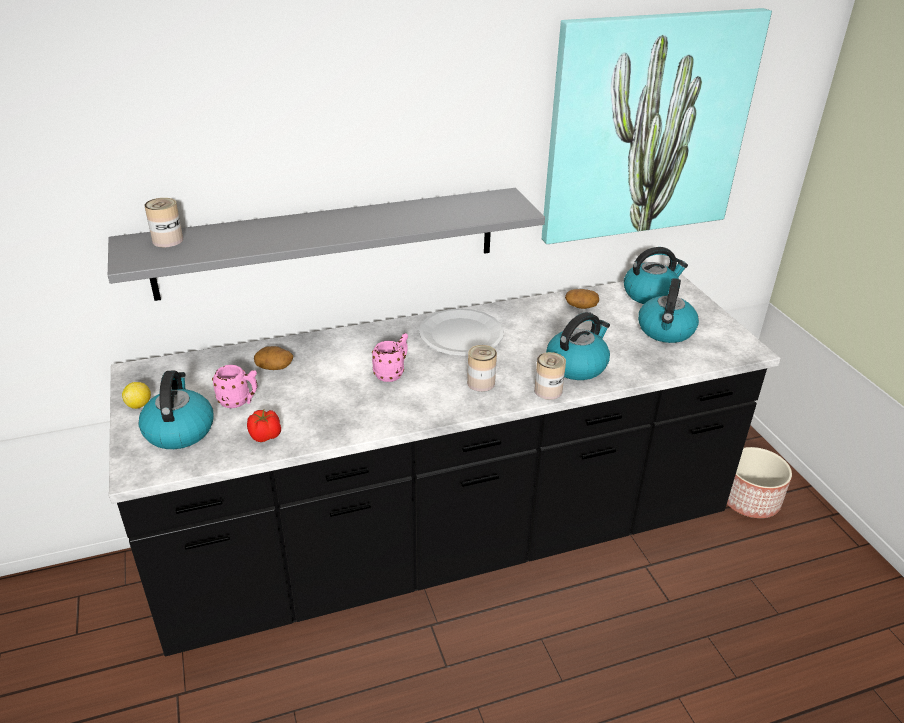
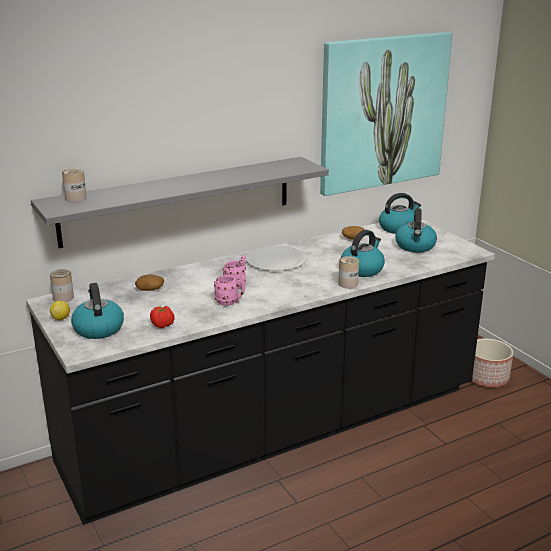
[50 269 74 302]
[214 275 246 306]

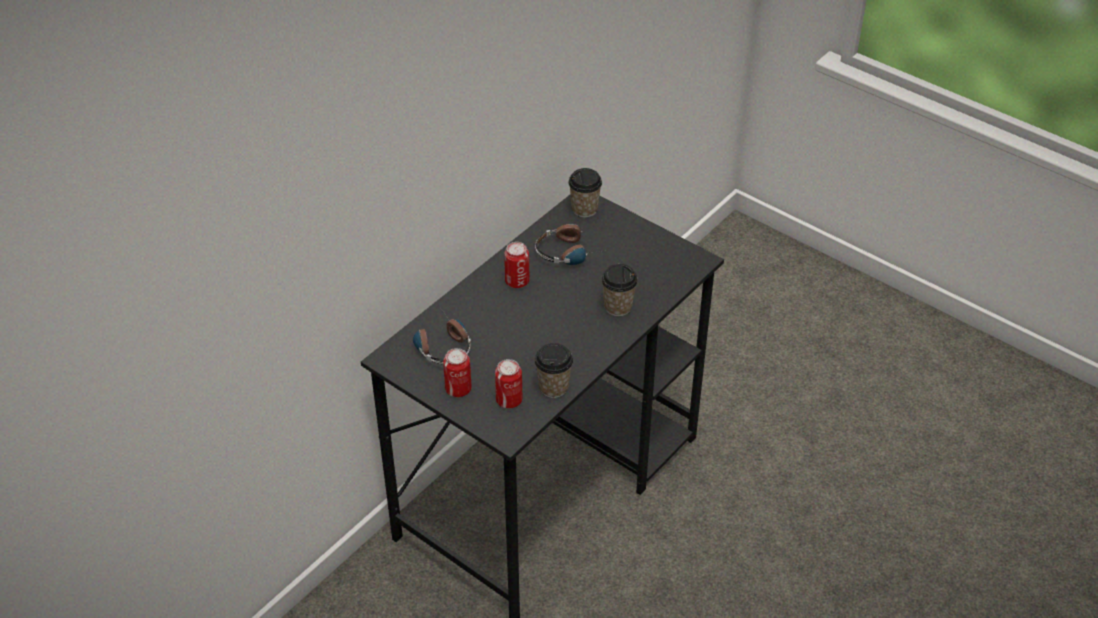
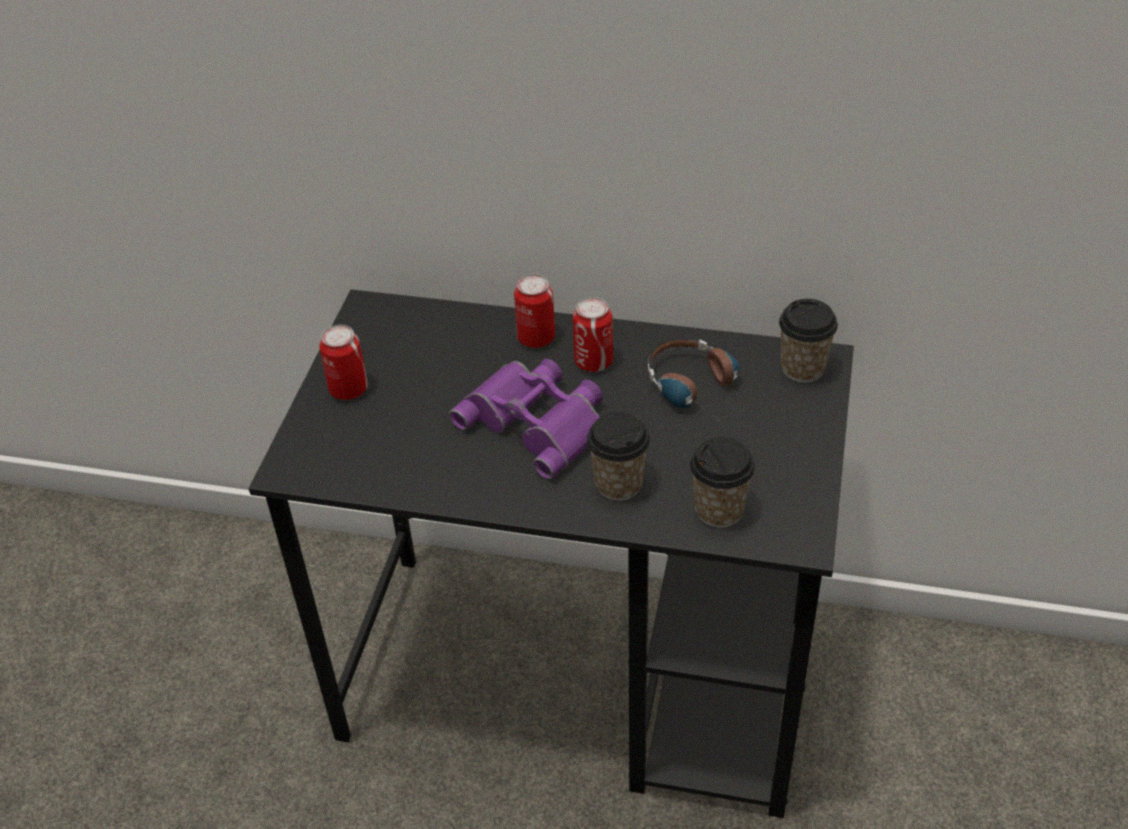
[449 359 603 479]
[514 274 555 348]
[690 437 755 528]
[413 309 471 365] (first image)

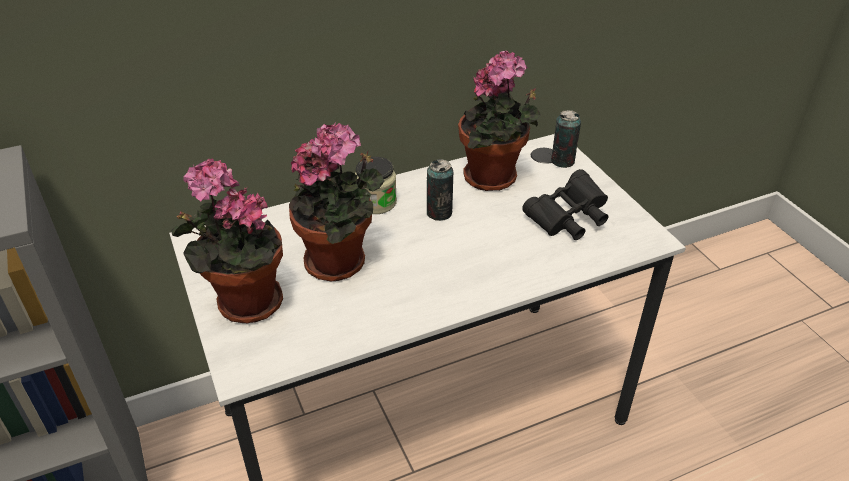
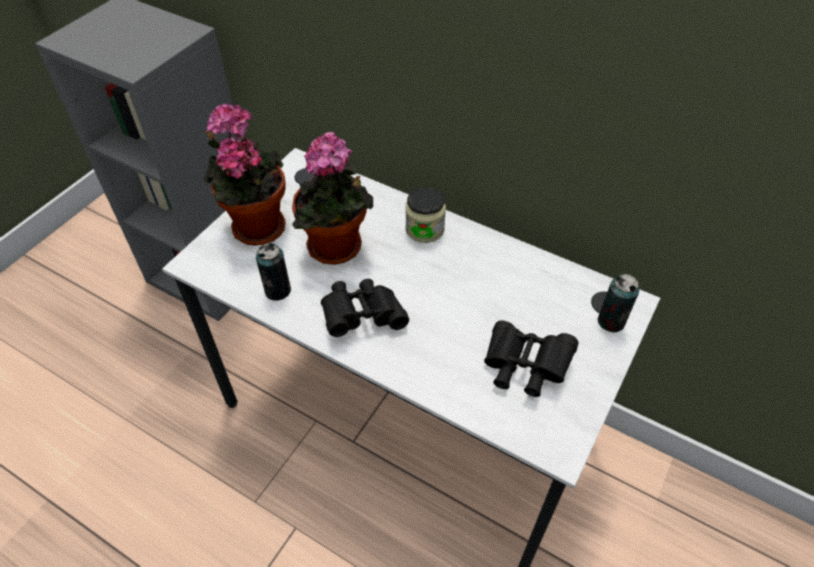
[256 243 291 301]
[321 279 409 337]
[458 51 540 191] (first image)

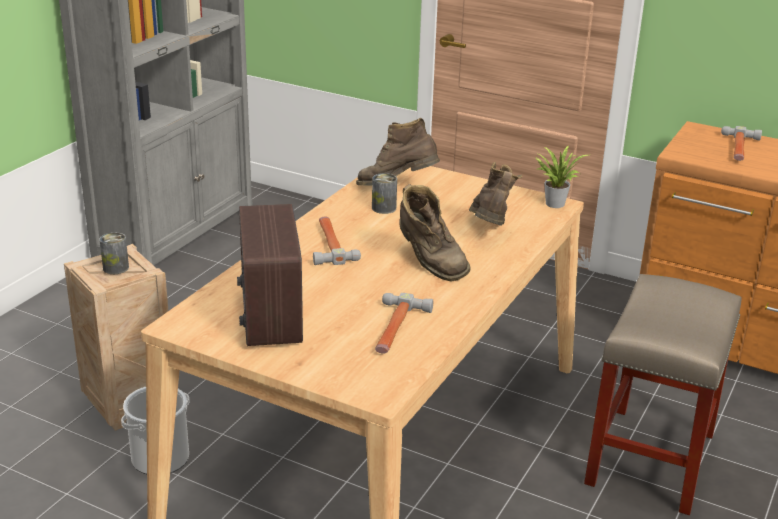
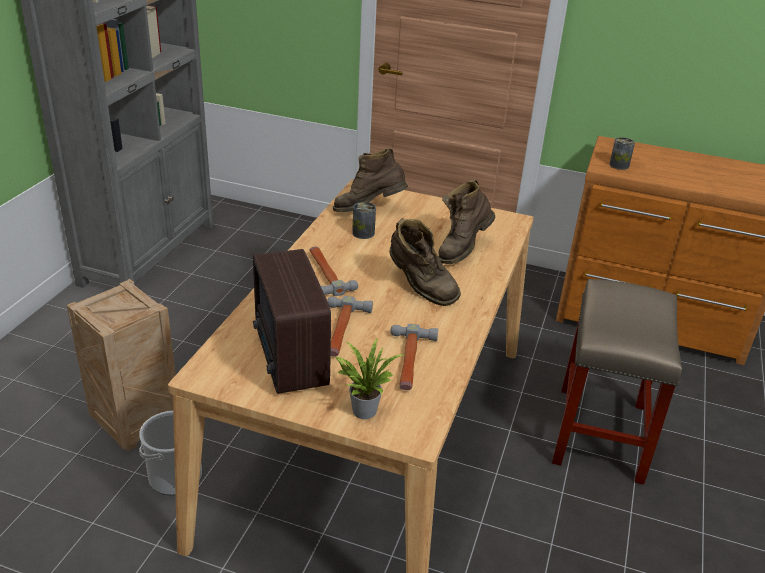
[327 296 373 357]
[335 338 406 419]
[438 180 495 264]
[609 137 635 170]

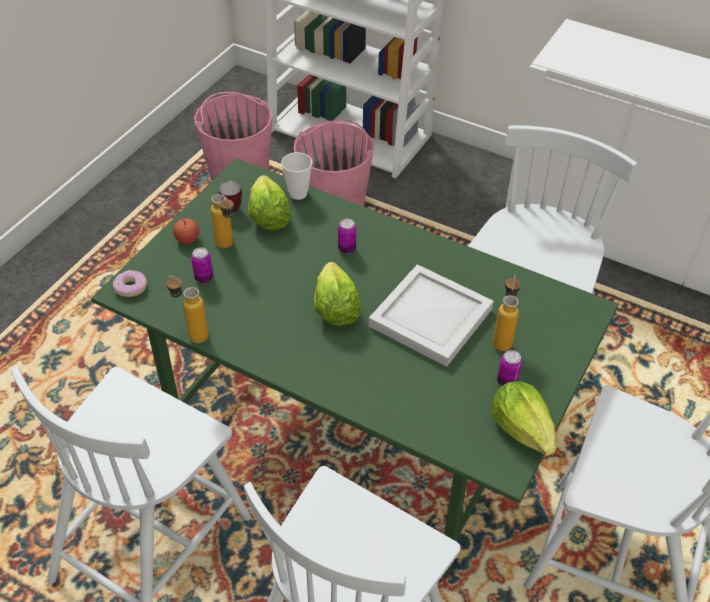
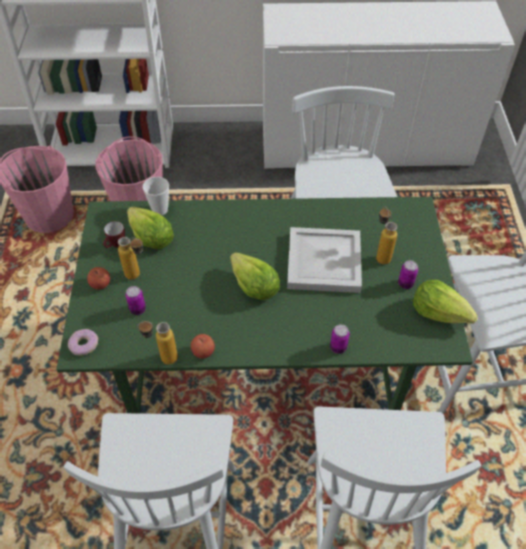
[191 334 215 358]
[330 324 350 354]

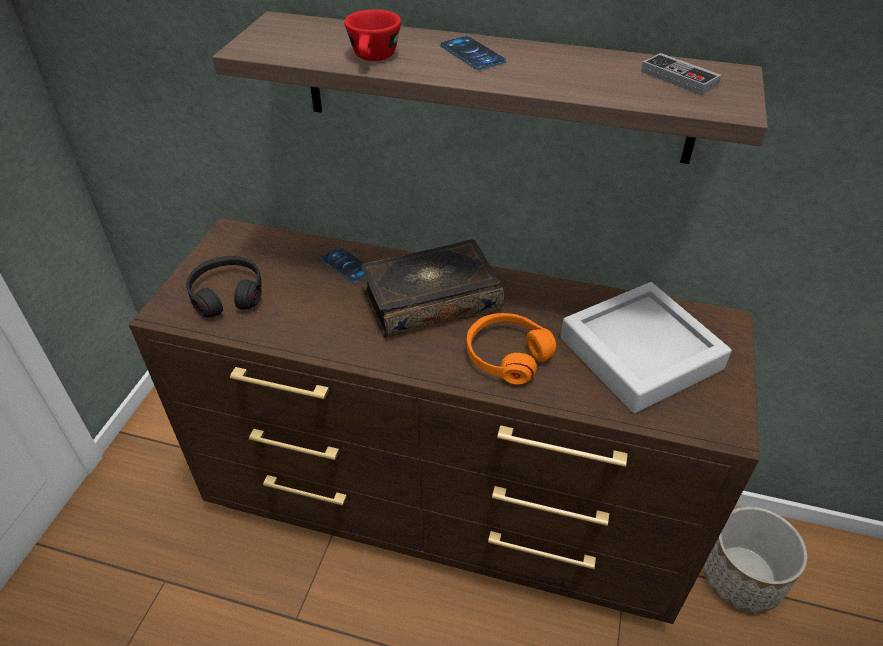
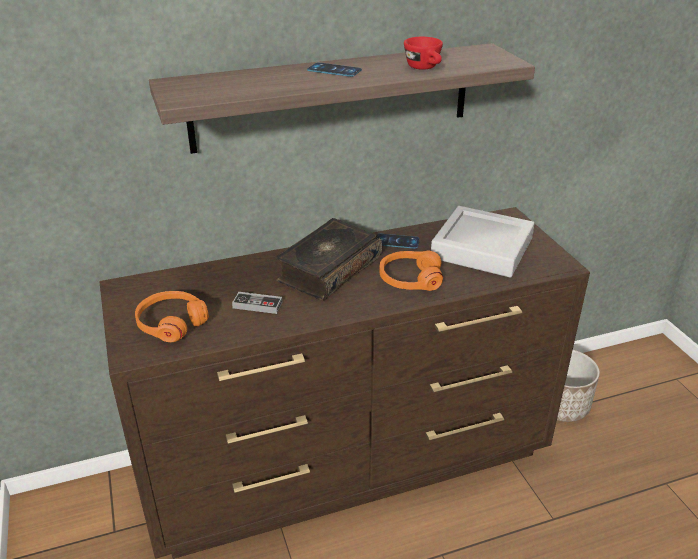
[135 291 209 342]
[232 292 283 314]
[376 234 419 249]
[404 37 443 70]

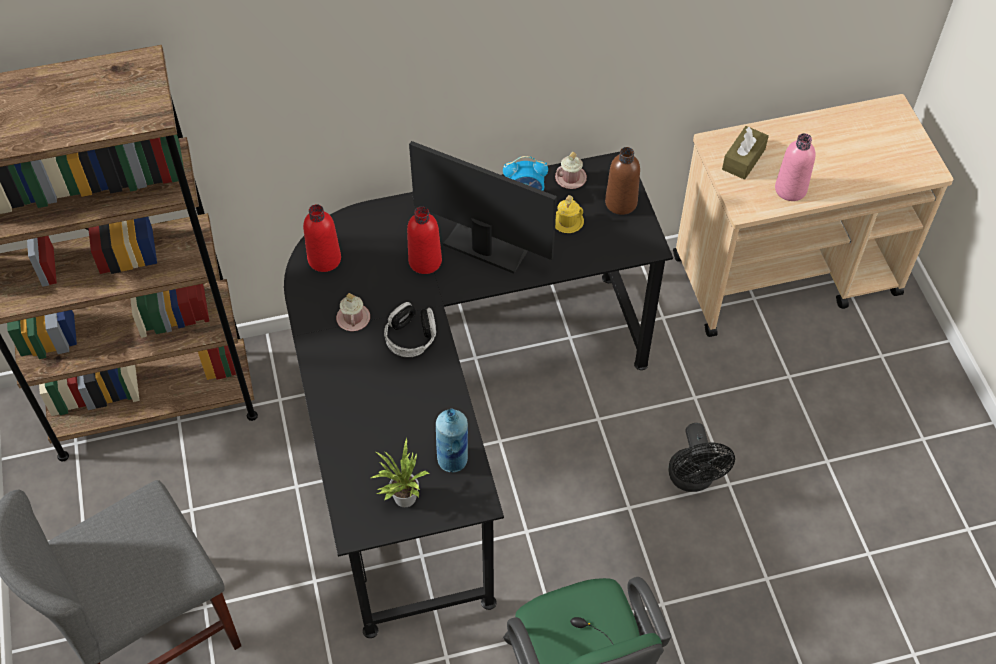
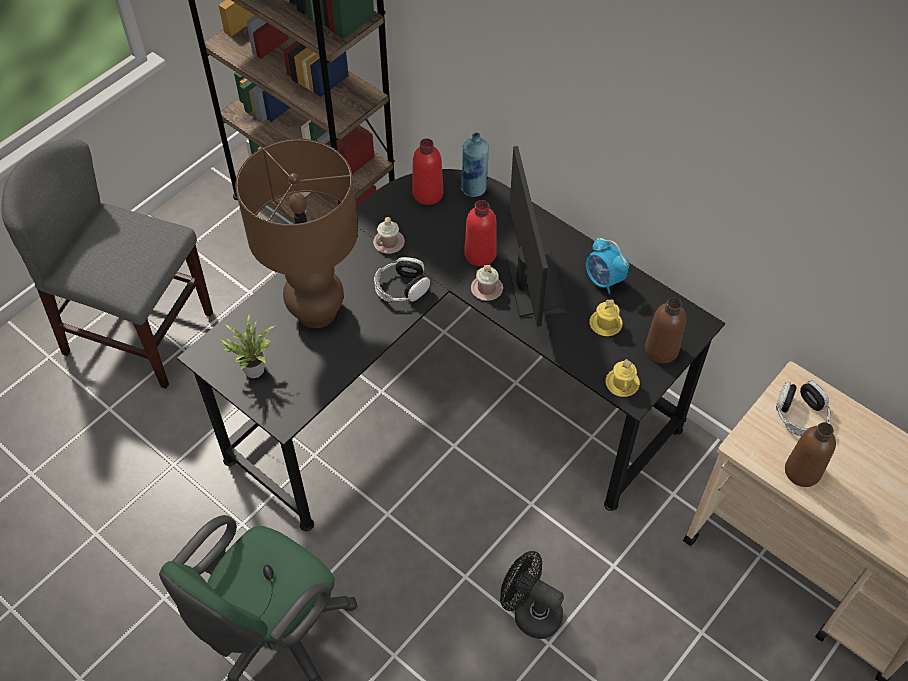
[236 139 358 328]
[461 132 489 197]
[471 265 503 301]
[500 551 564 639]
[605 359 640 397]
[776 381 831 436]
[785 422 836 487]

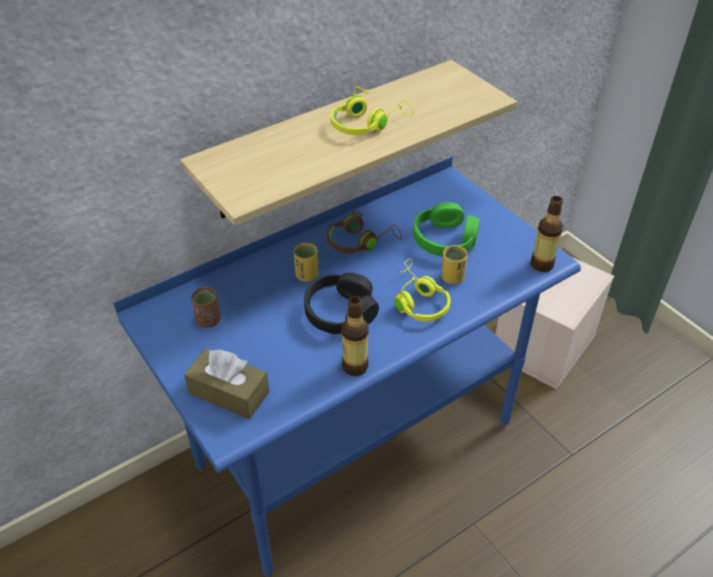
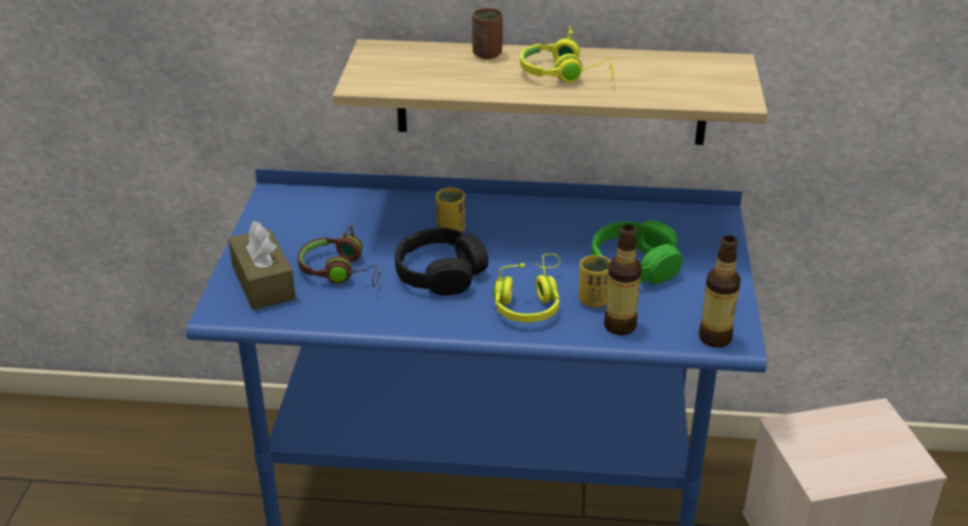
[298 226 381 287]
[472 8 503 59]
[604 224 642 335]

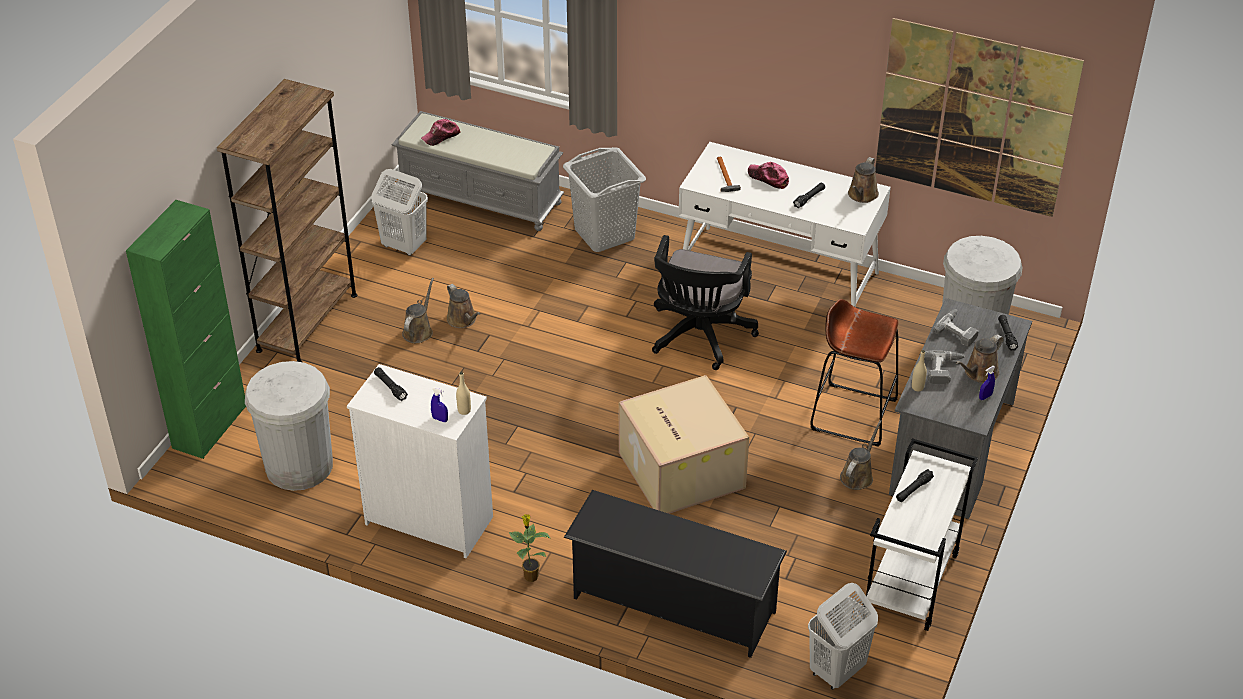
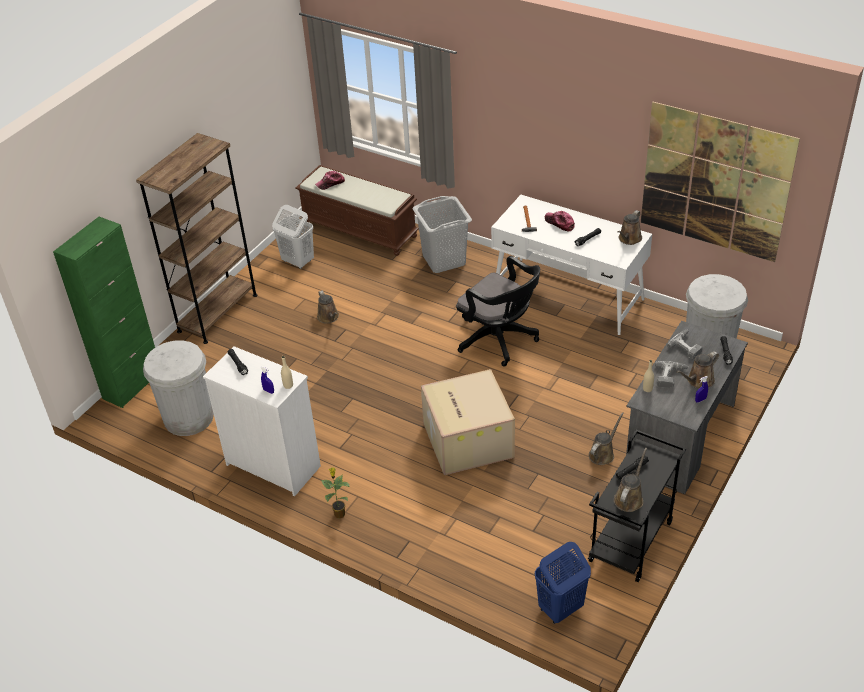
[295 165 419 256]
[456 256 540 366]
[535 542 591 624]
[588 430 687 582]
[614 448 647 512]
[564 490 787 658] (first image)
[810 299 899 447] (first image)

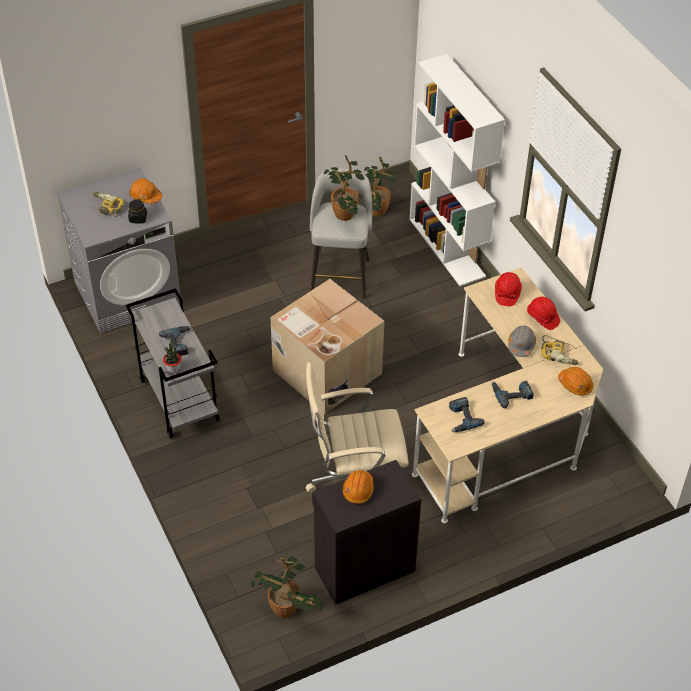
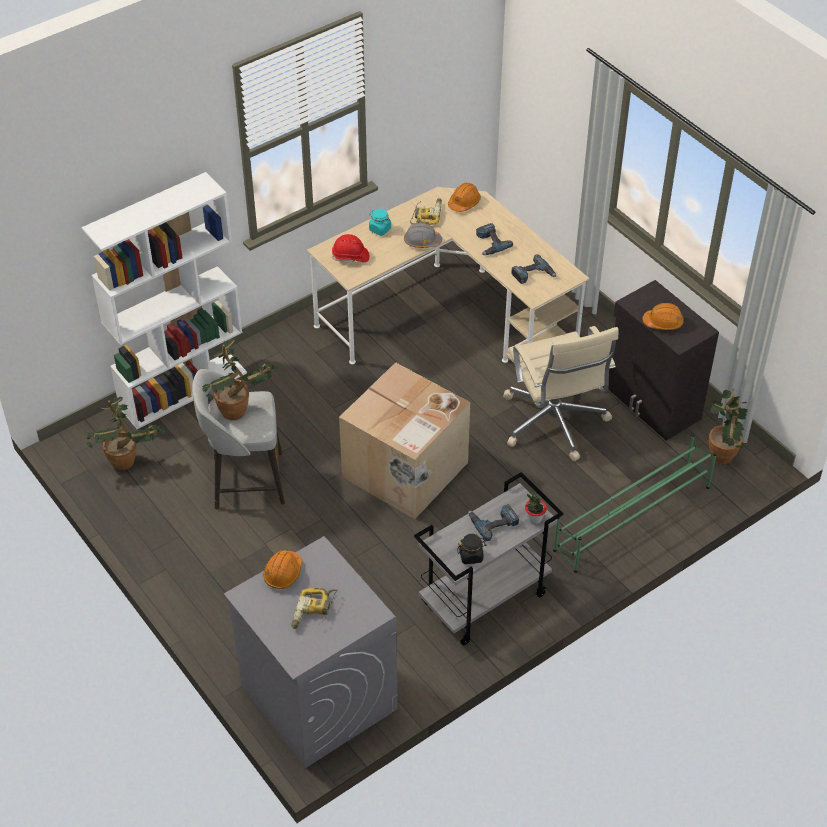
[369 209 391 236]
[457 534 486 564]
[553 433 717 573]

